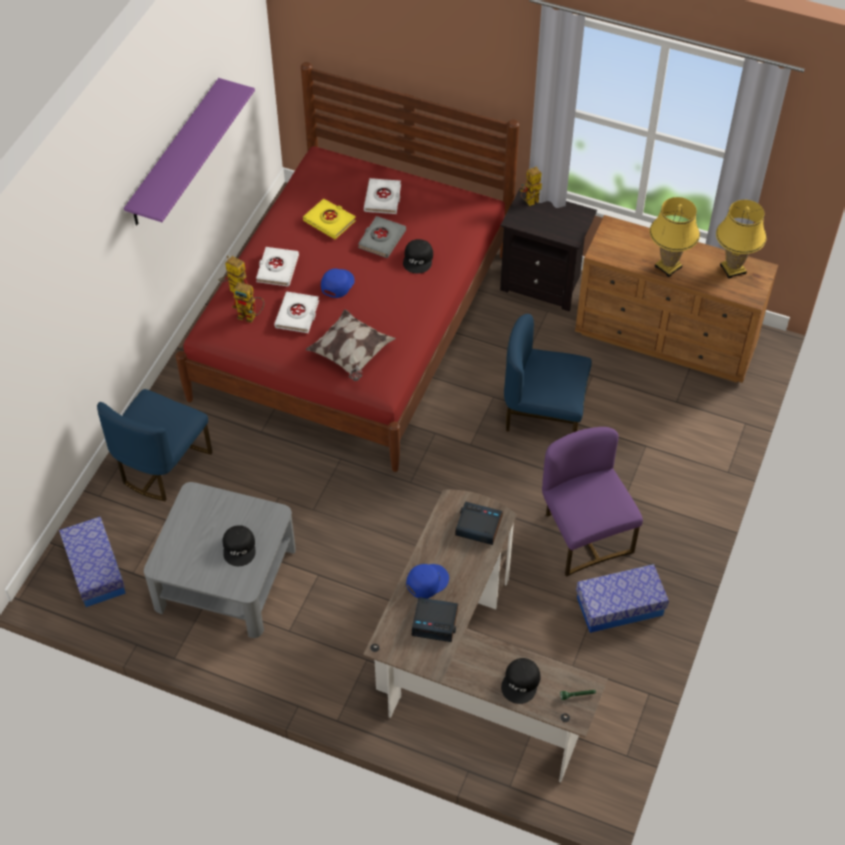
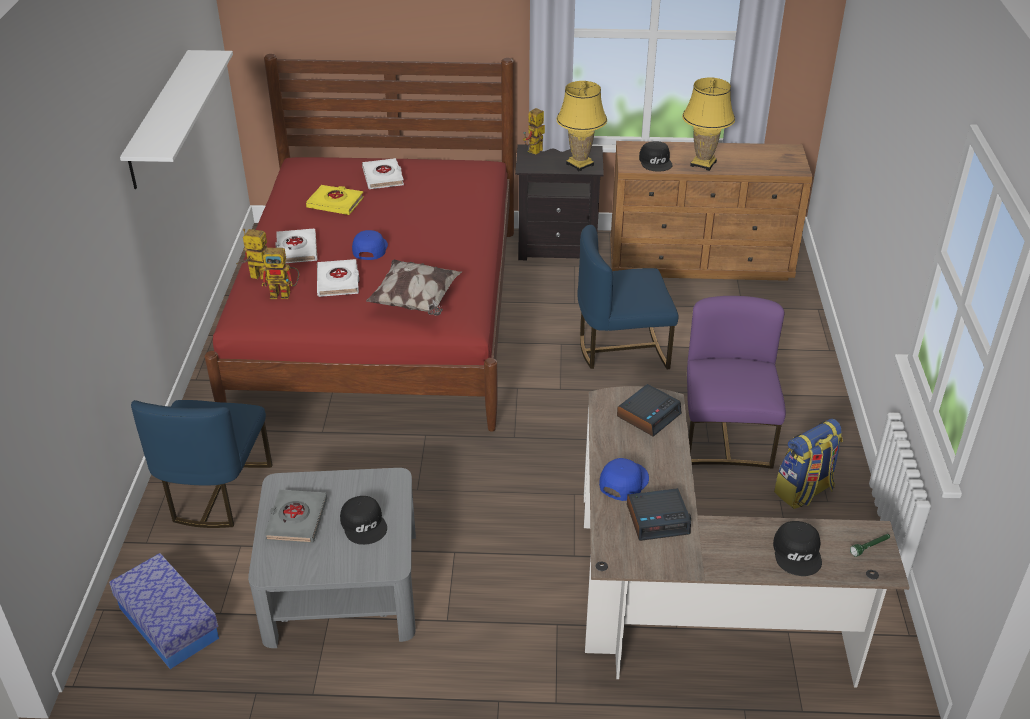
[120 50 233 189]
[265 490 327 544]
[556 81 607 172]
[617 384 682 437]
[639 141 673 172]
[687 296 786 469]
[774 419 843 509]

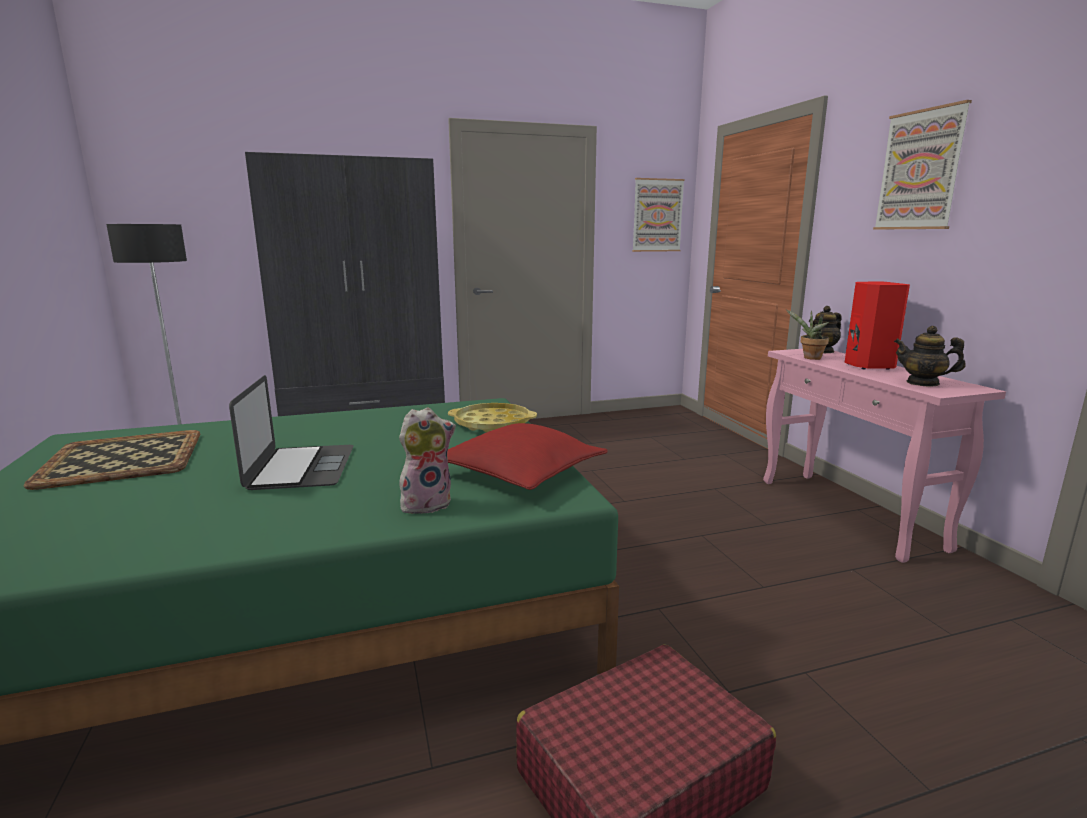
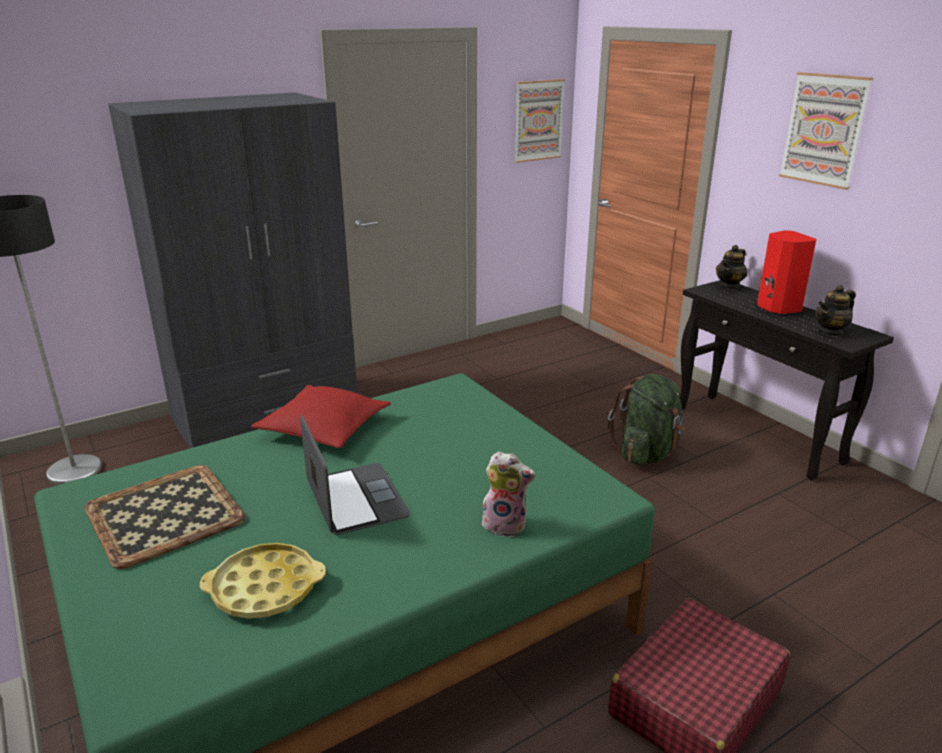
[200 543 326 619]
[251 385 391 449]
[482 451 536 537]
[607 374 685 465]
[680 280 894 481]
[815 285 856 337]
[786 309 829 360] (first image)

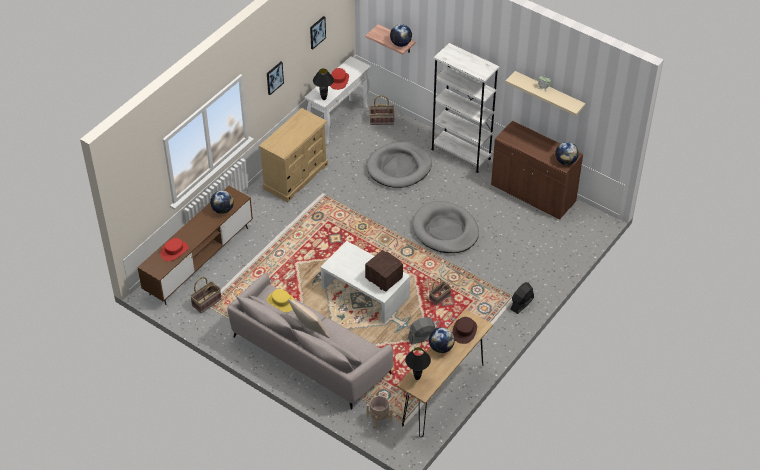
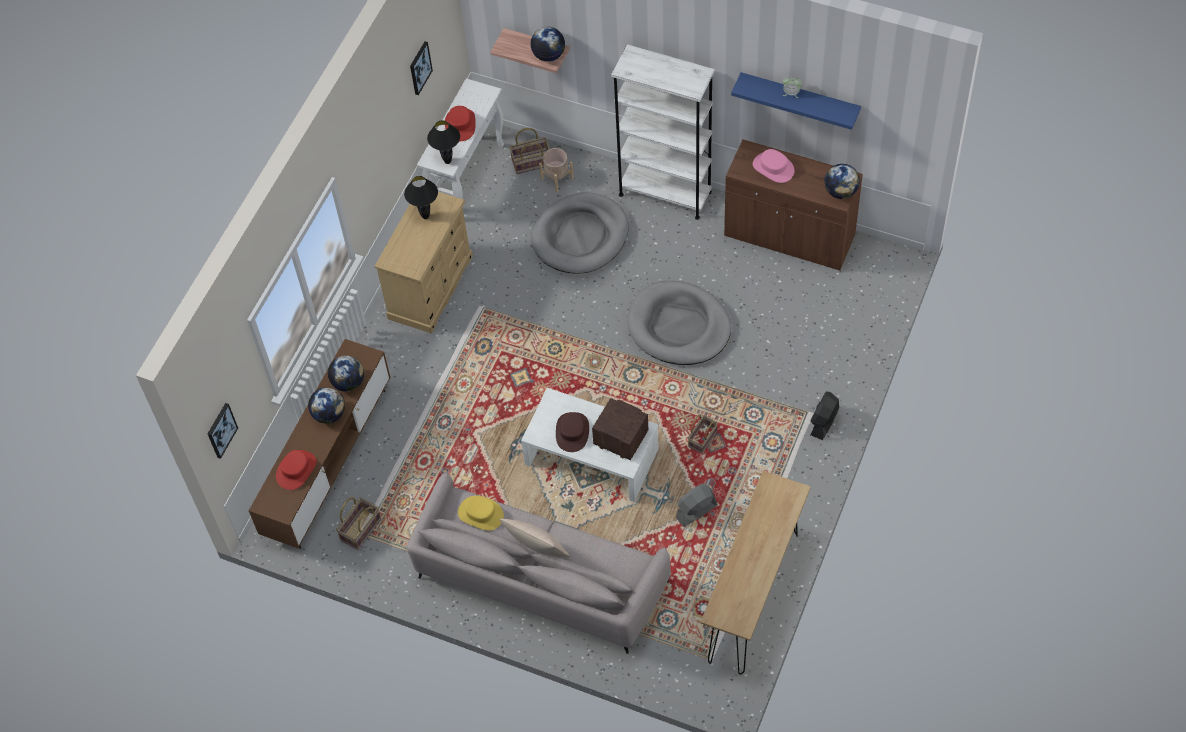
[208 403 238 459]
[308 387 345 424]
[404 176 438 219]
[539 148 574 192]
[556 412 589 452]
[731 72 861 130]
[753 149 794 183]

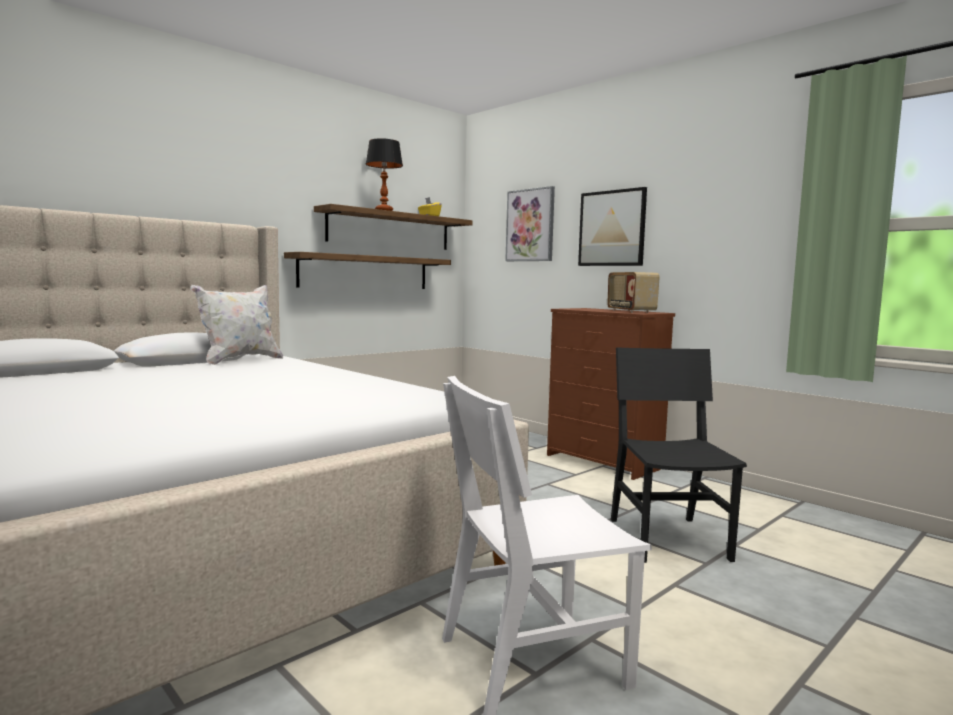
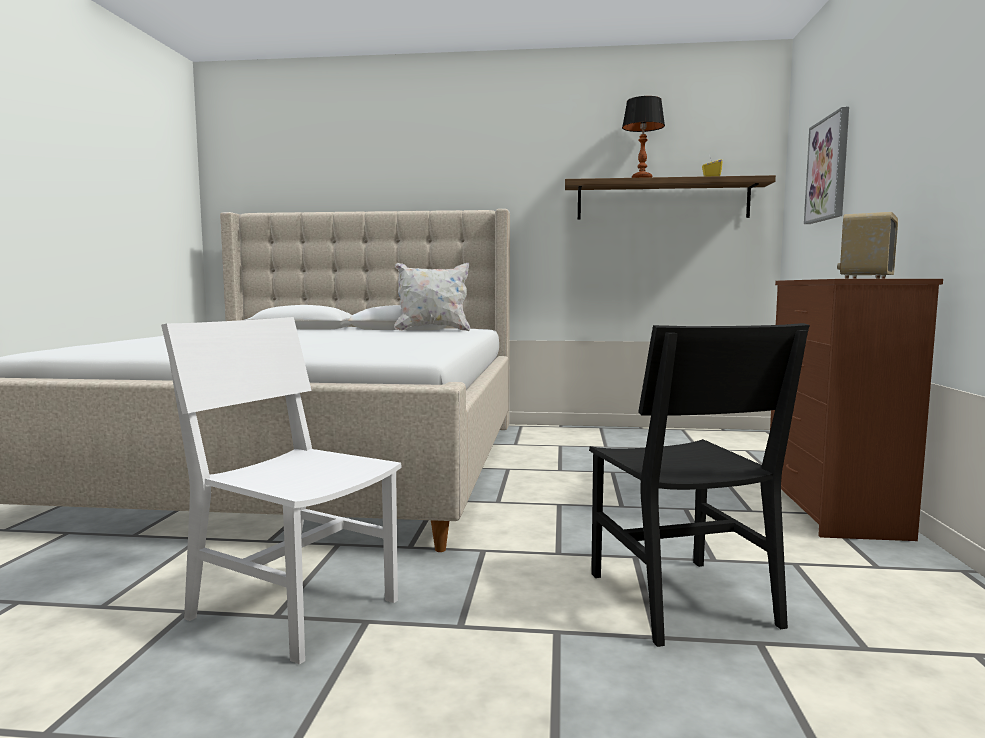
[589 323 810 647]
[284 252 451 289] (first image)
[578 187 647 266] (first image)

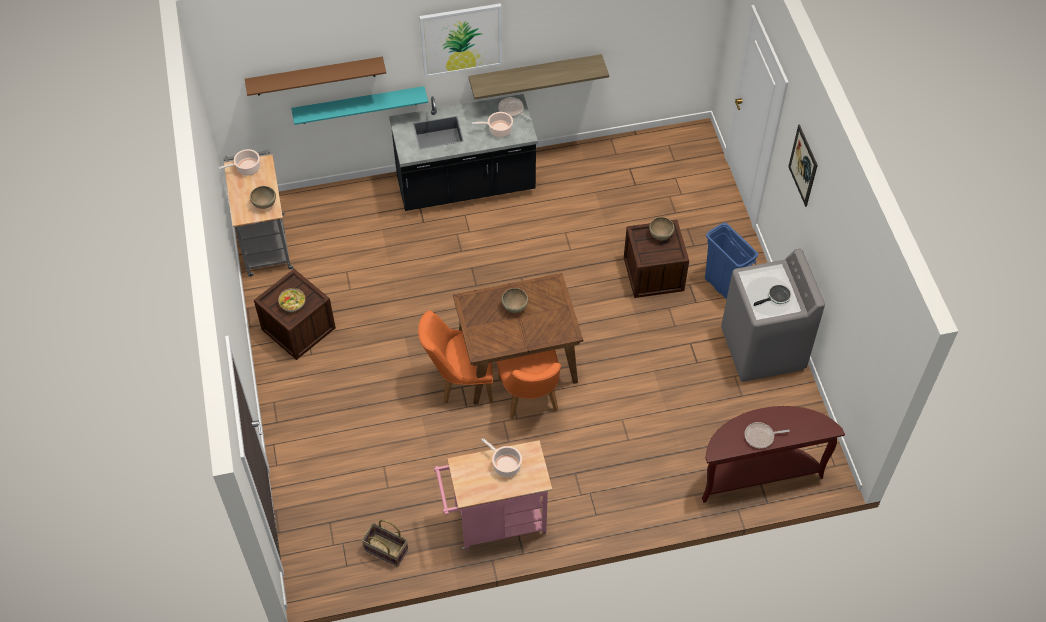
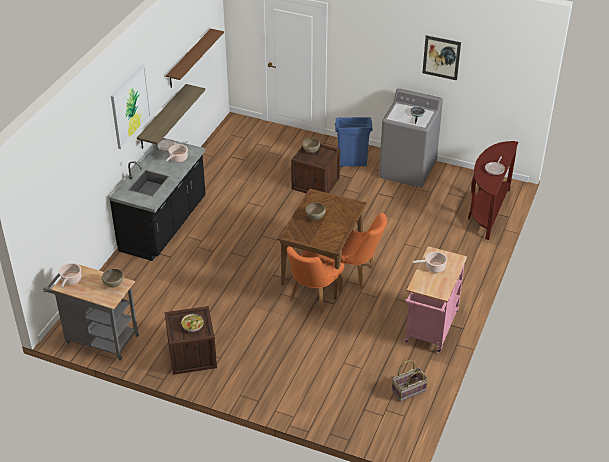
[166 29 224 88]
[422 35 461 80]
[291 86 428 125] (first image)

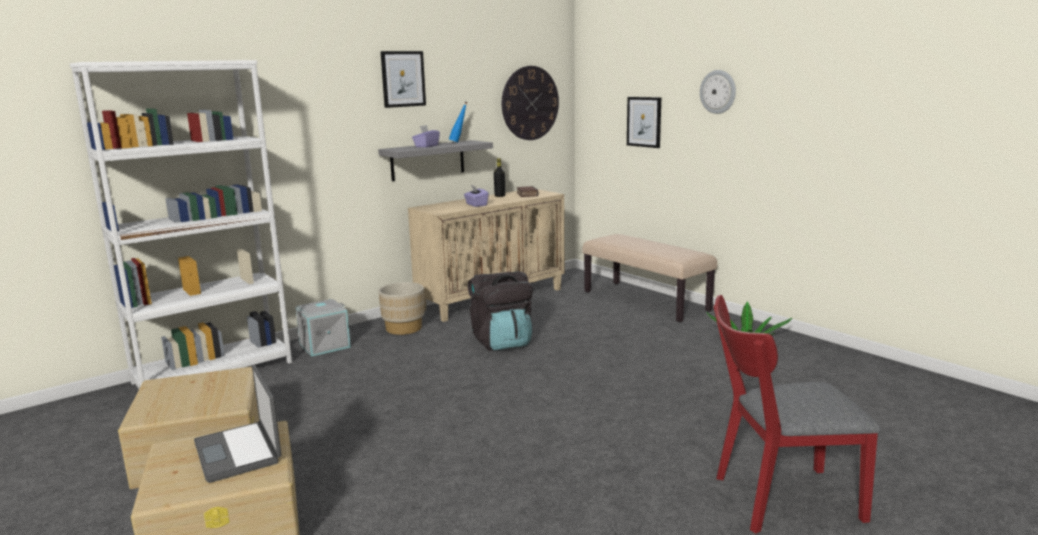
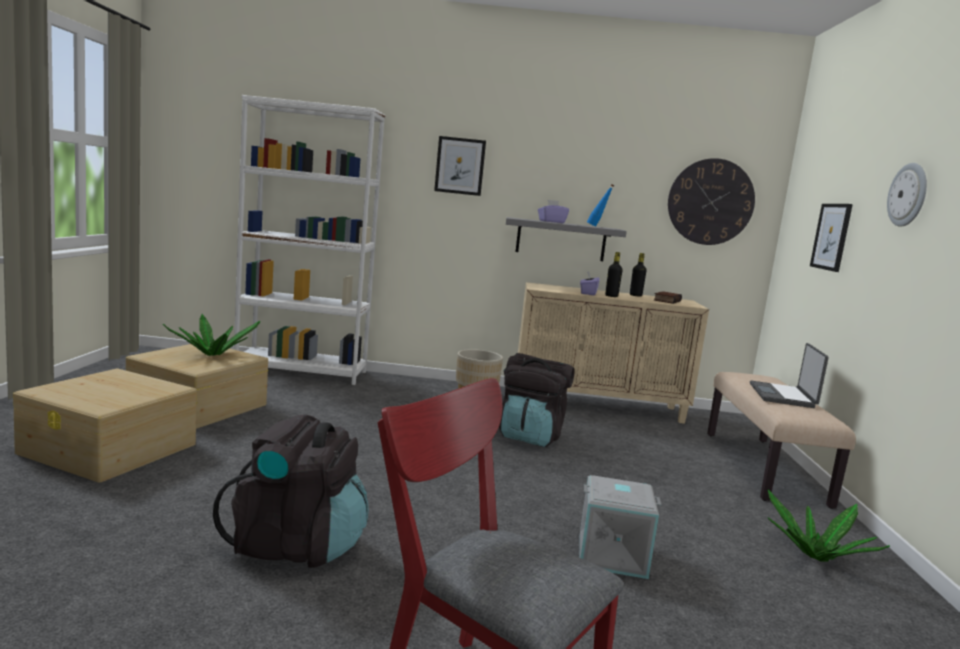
[163 314 260 356]
[213 414 369 568]
[434 136 486 196]
[579 475 661 579]
[605 252 623 297]
[750 343 829 408]

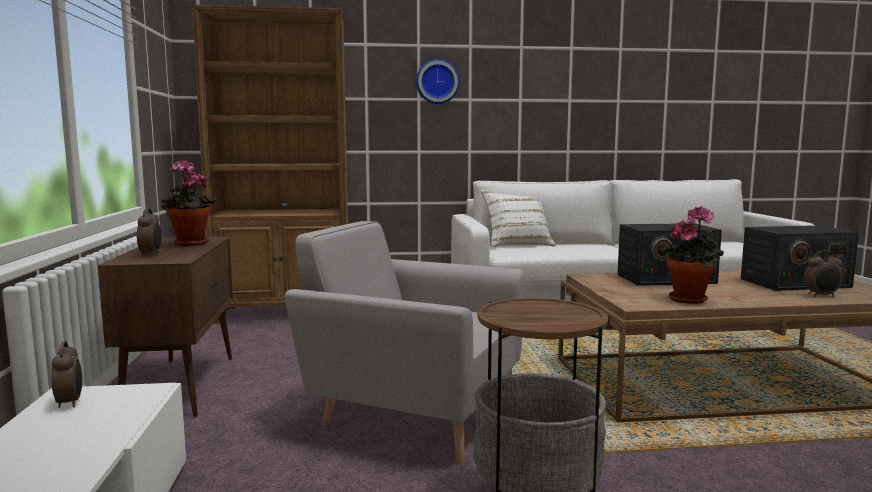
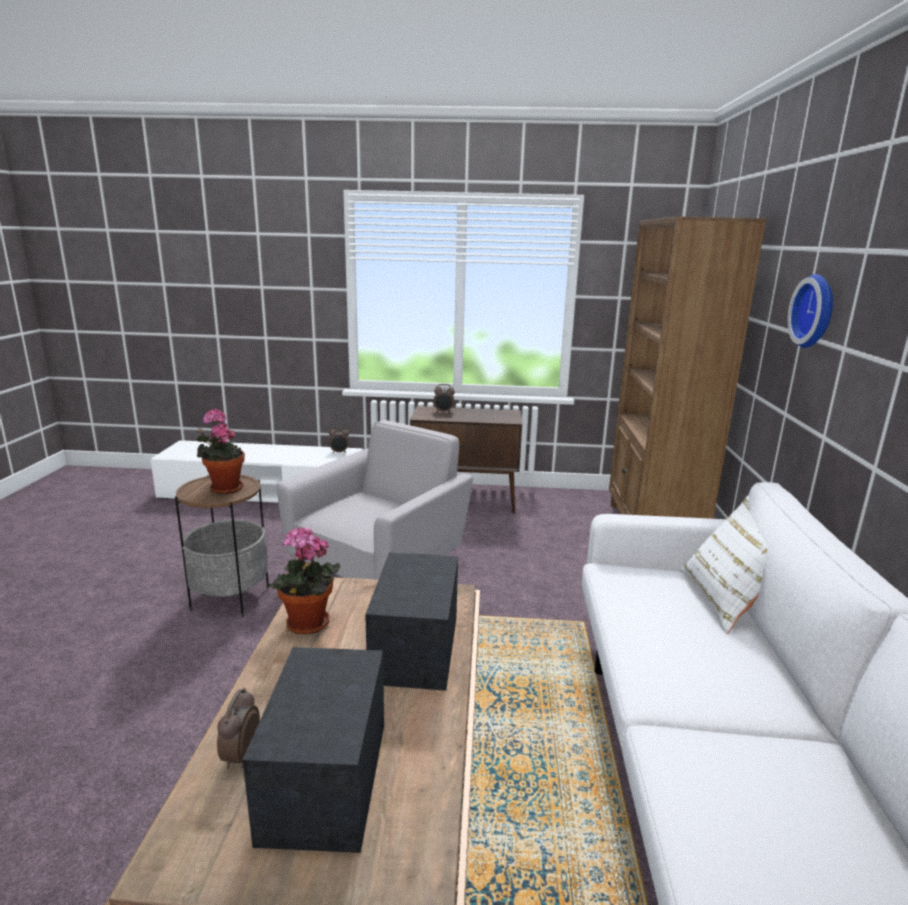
[197 409 245 494]

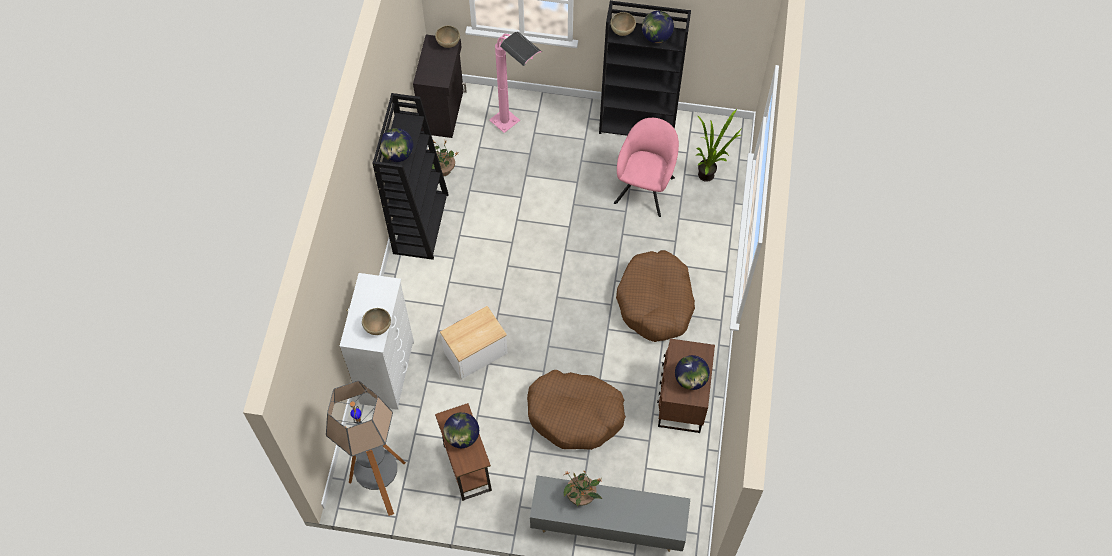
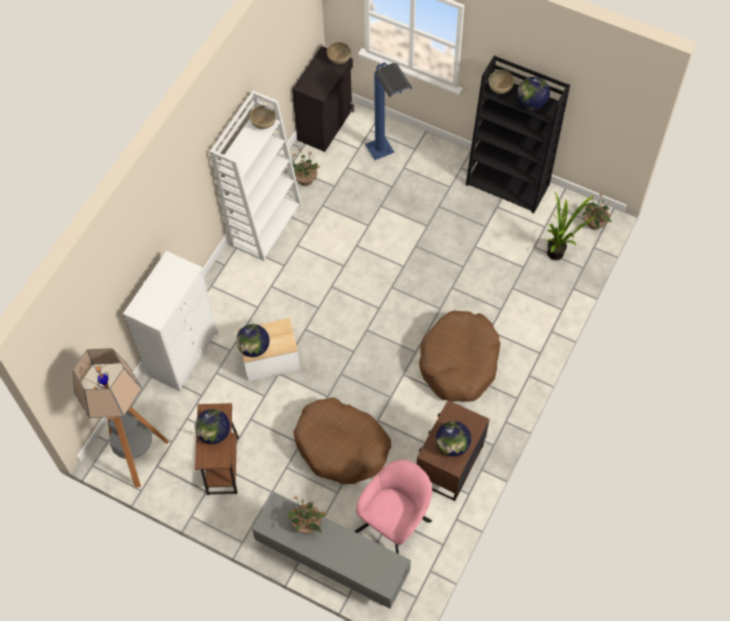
[210 91 302 261]
[236 324 269 357]
[250 105 276 129]
[355 460 432 554]
[365 62 413 160]
[582 193 612 230]

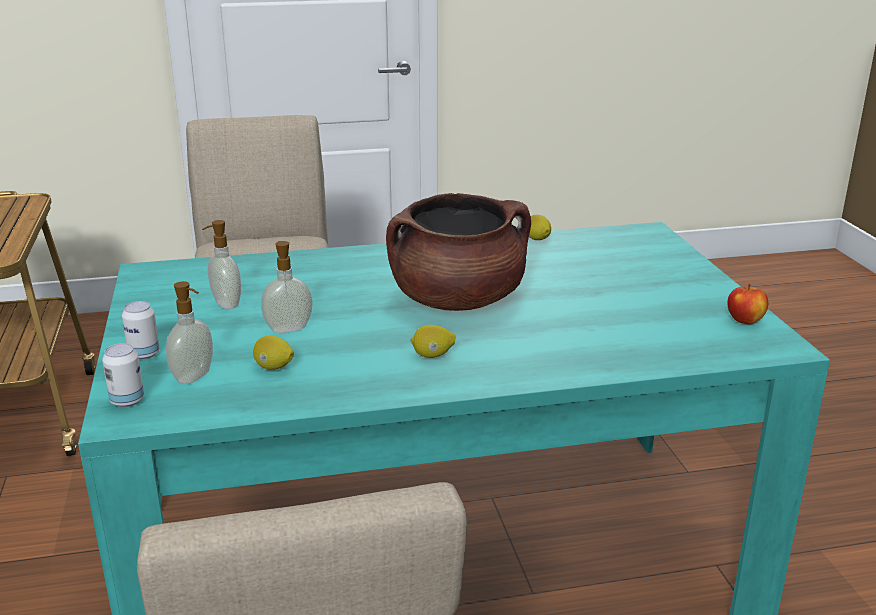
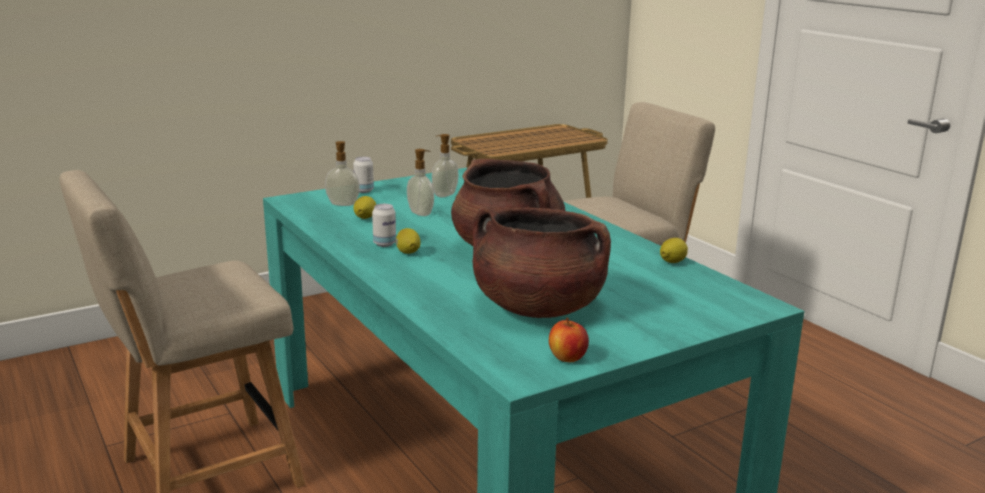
[372 204 396 247]
[473 206 611 318]

